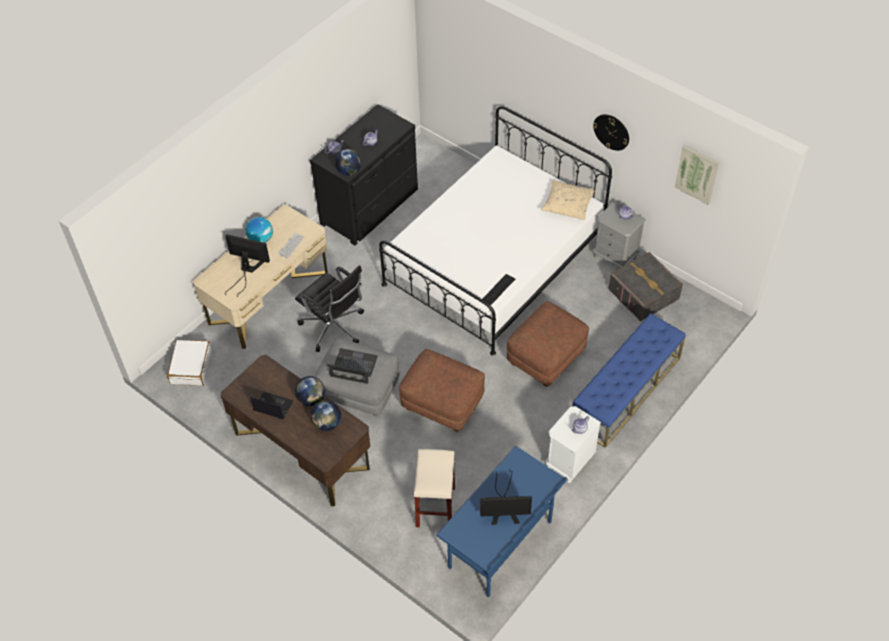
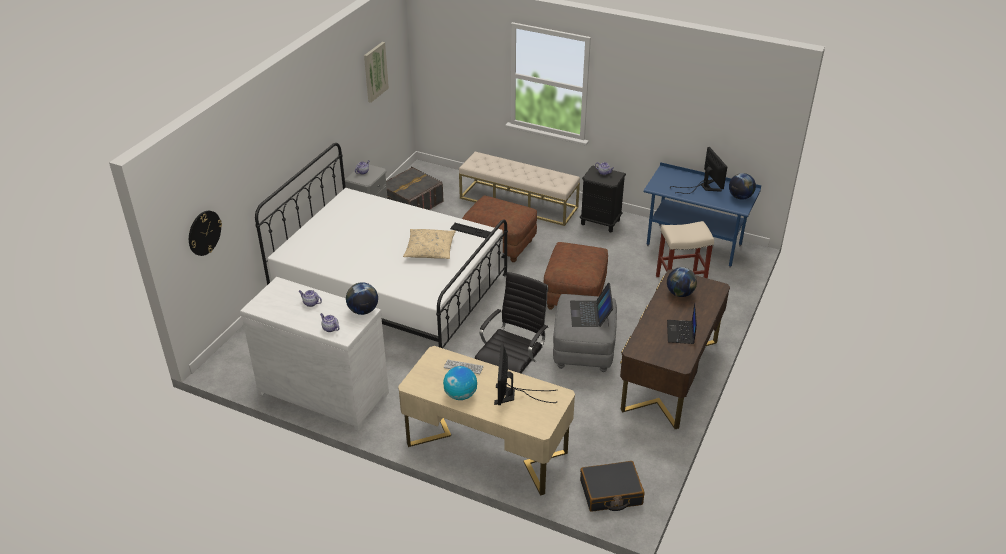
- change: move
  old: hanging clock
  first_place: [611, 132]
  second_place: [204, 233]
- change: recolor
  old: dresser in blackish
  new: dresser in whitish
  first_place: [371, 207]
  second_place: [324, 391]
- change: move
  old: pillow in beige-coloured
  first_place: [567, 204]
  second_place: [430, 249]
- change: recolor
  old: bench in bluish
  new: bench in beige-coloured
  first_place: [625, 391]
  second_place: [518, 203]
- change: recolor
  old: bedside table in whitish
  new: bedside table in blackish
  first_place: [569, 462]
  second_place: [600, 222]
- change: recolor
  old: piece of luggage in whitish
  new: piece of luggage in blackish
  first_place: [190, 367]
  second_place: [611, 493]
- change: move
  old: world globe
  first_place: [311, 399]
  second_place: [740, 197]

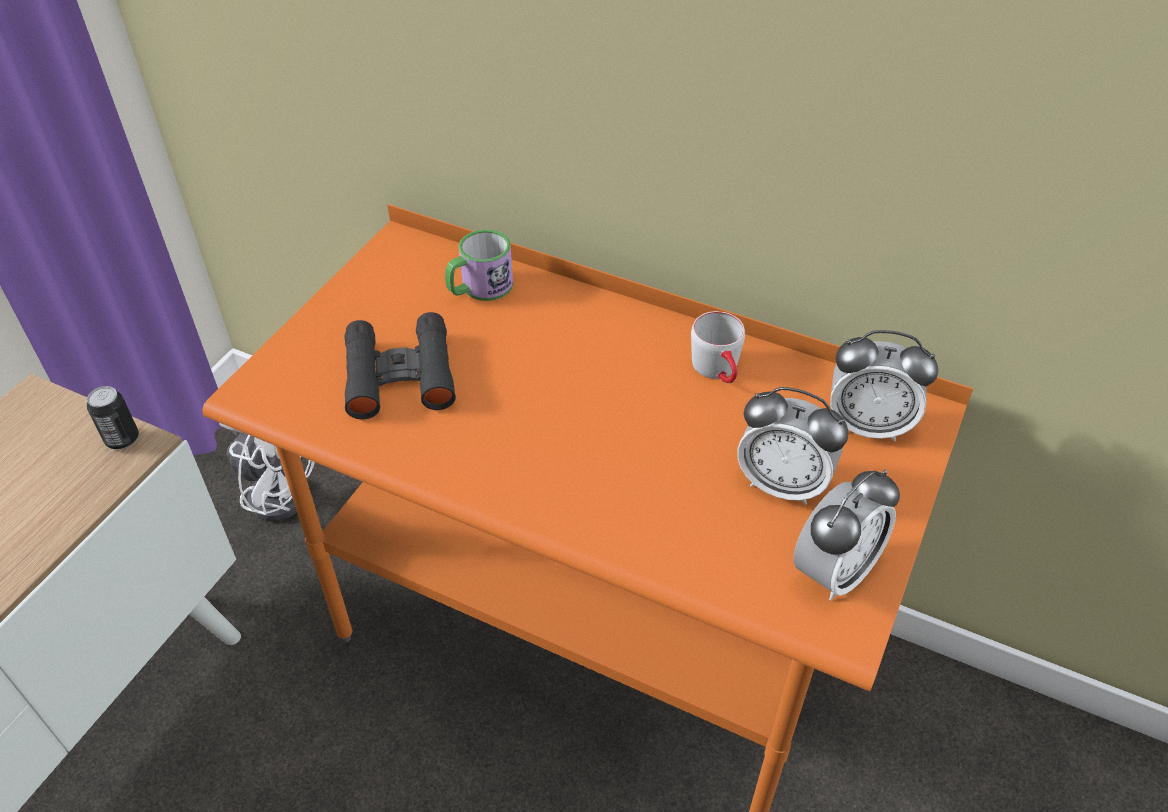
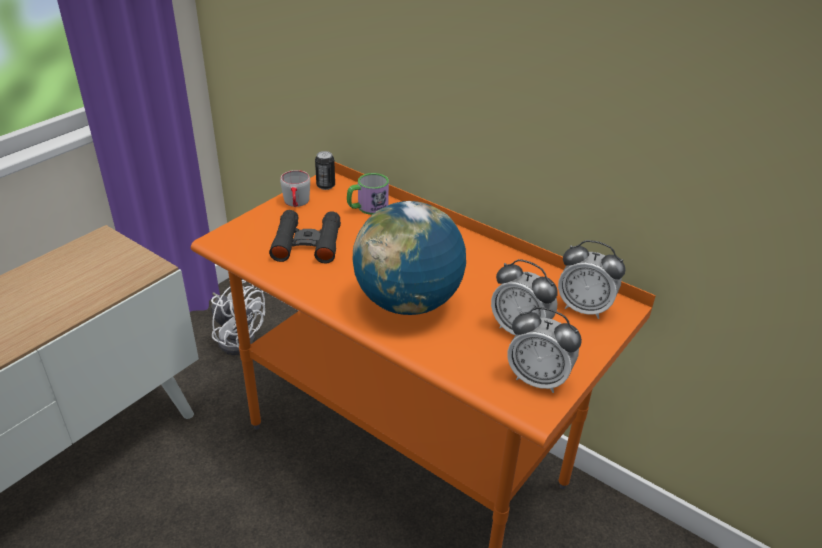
- change: move
  old: coffee mug in greyish
  first_place: [719, 371]
  second_place: [296, 203]
- change: move
  old: sealed can
  first_place: [122, 439]
  second_place: [325, 186]
- change: insert
  new: world globe
  second_place: [408, 303]
- change: rotate
  old: alarm clock
  first_place: [834, 571]
  second_place: [538, 379]
  degrees: 60

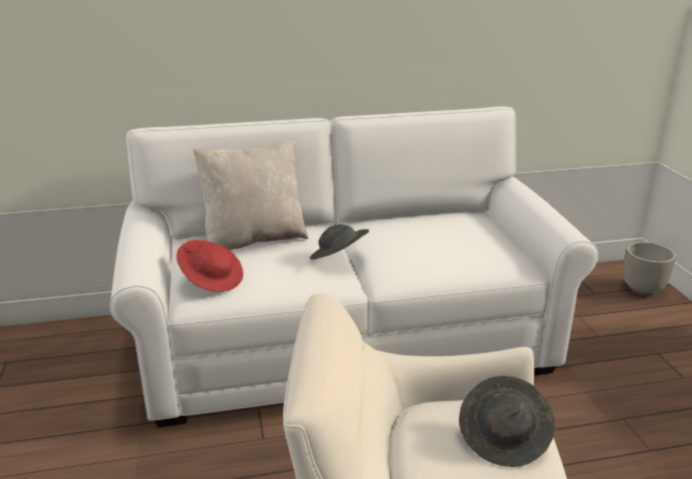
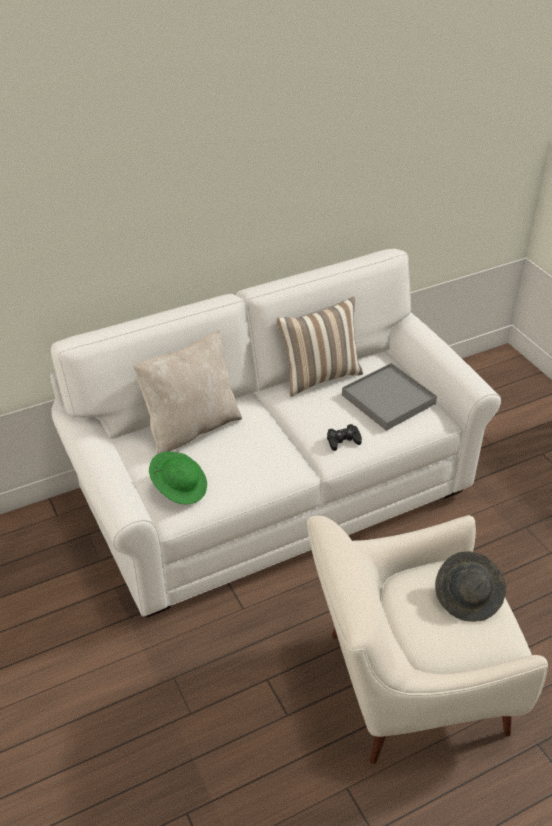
- change: recolor
  old: clothing hat in reddish
  new: clothing hat in greenish
  first_place: [212, 279]
  second_place: [179, 487]
- change: insert
  new: pillow
  second_place: [319, 376]
- change: insert
  new: joypad in blackish
  second_place: [343, 440]
- change: insert
  new: carrying tray in greyish
  second_place: [388, 399]
- change: delete
  old: clothing hat in greyish
  first_place: [339, 258]
- change: delete
  old: plant pot
  first_place: [642, 289]

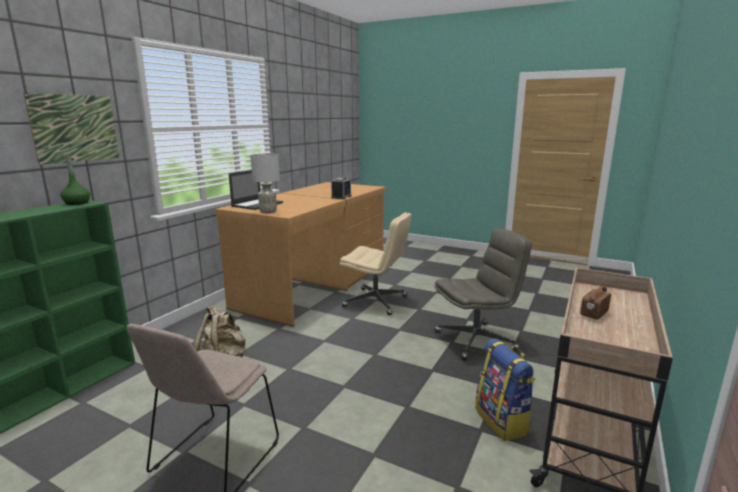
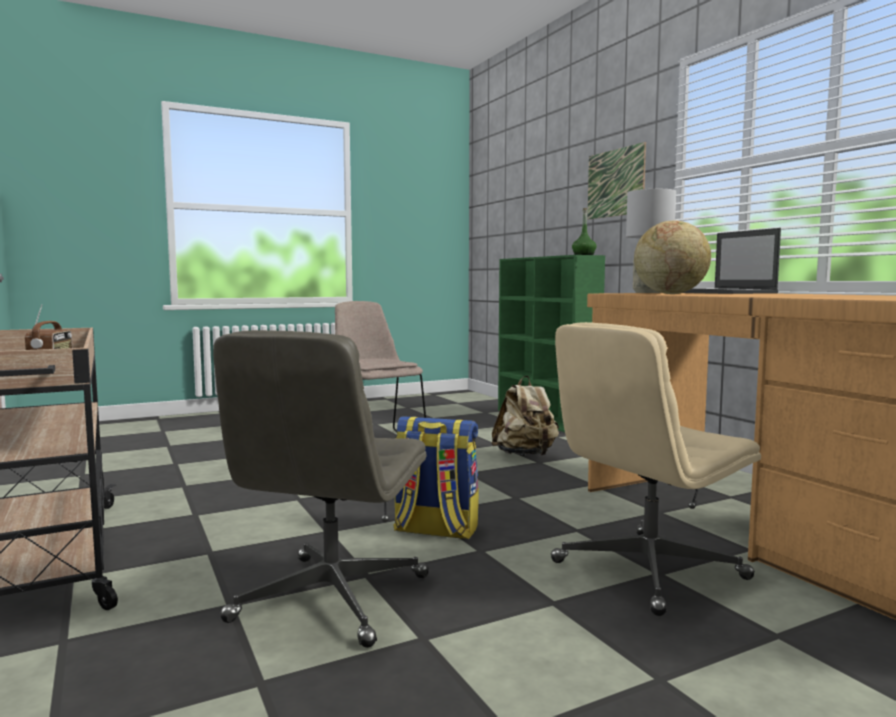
- change: move
  old: rucksack
  first_place: [502, 421]
  second_place: [435, 530]
- change: insert
  new: world globe
  second_place: [670, 294]
- change: delete
  old: alarm clock
  first_place: [341, 197]

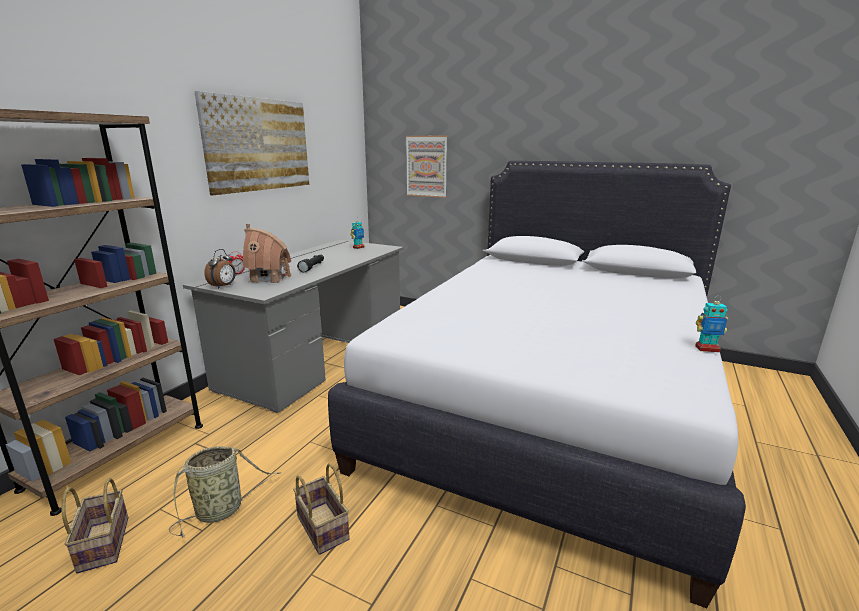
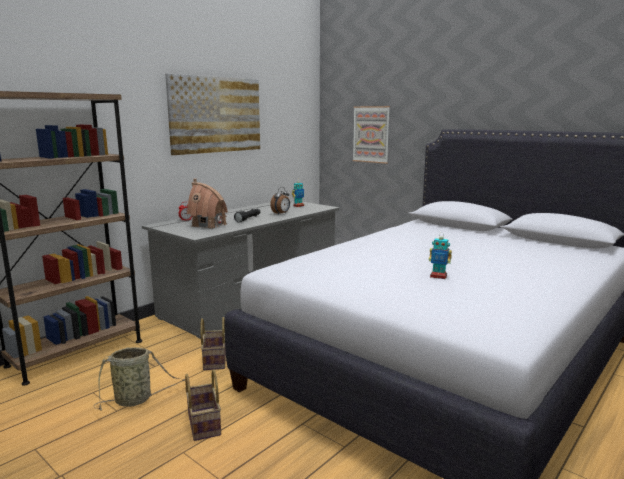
- change: move
  old: household basket
  first_place: [102, 543]
  second_place: [214, 359]
- change: move
  old: alarm clock
  first_place: [223, 286]
  second_place: [281, 214]
- change: move
  old: robot figure
  first_place: [706, 349]
  second_place: [438, 276]

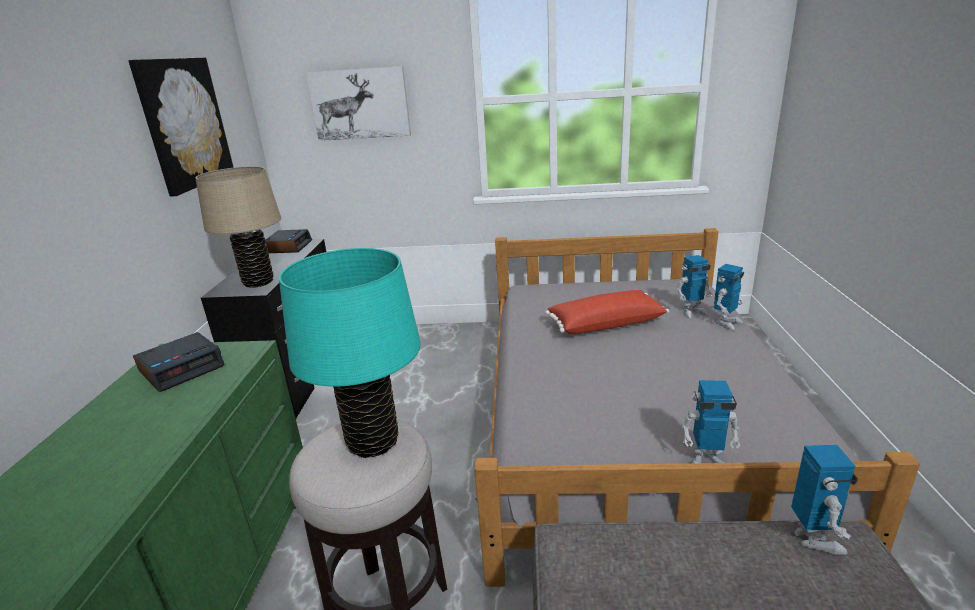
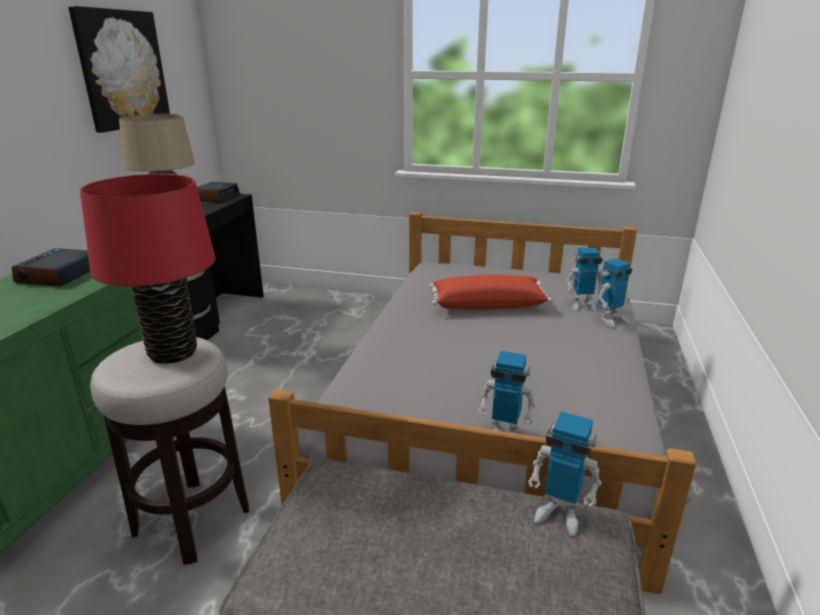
- change: rotate
  old: alarm clock
  first_place: [182, 368]
  second_place: [58, 275]
  degrees: 135
- change: recolor
  old: tabletop lamp in blue-green
  new: tabletop lamp in reddish
  first_place: [373, 442]
  second_place: [173, 353]
- change: rotate
  old: robot figure
  first_place: [814, 538]
  second_place: [559, 514]
  degrees: 105
- change: delete
  old: wall picture
  first_place: [360, 104]

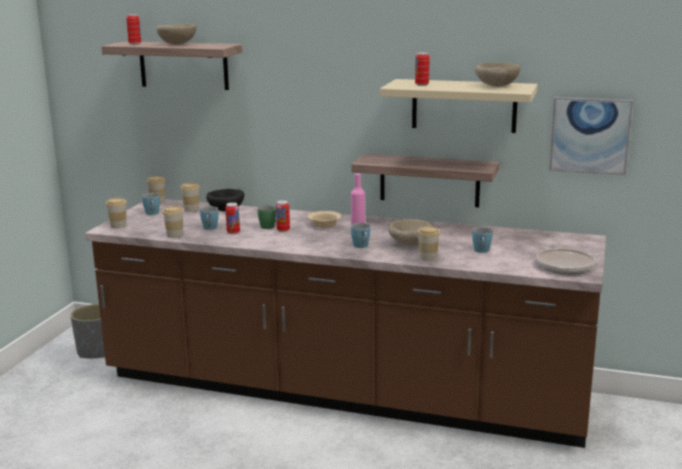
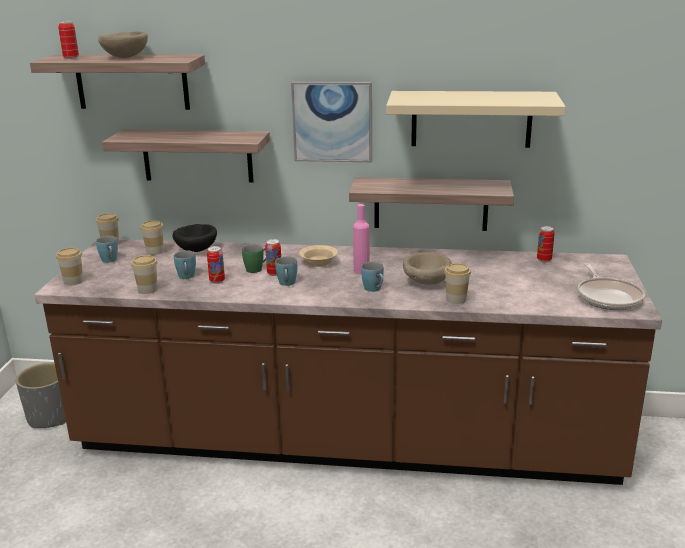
- change: insert
  new: bracket shelf
  second_place: [197, 155]
- change: move
  old: coffee mug in bluish
  first_place: [481, 251]
  second_place: [287, 284]
- change: move
  old: wall picture
  first_place: [590, 135]
  second_place: [332, 121]
- change: move
  old: sealed can
  first_place: [422, 85]
  second_place: [544, 260]
- change: delete
  old: bowl in beige-coloured
  first_place: [495, 86]

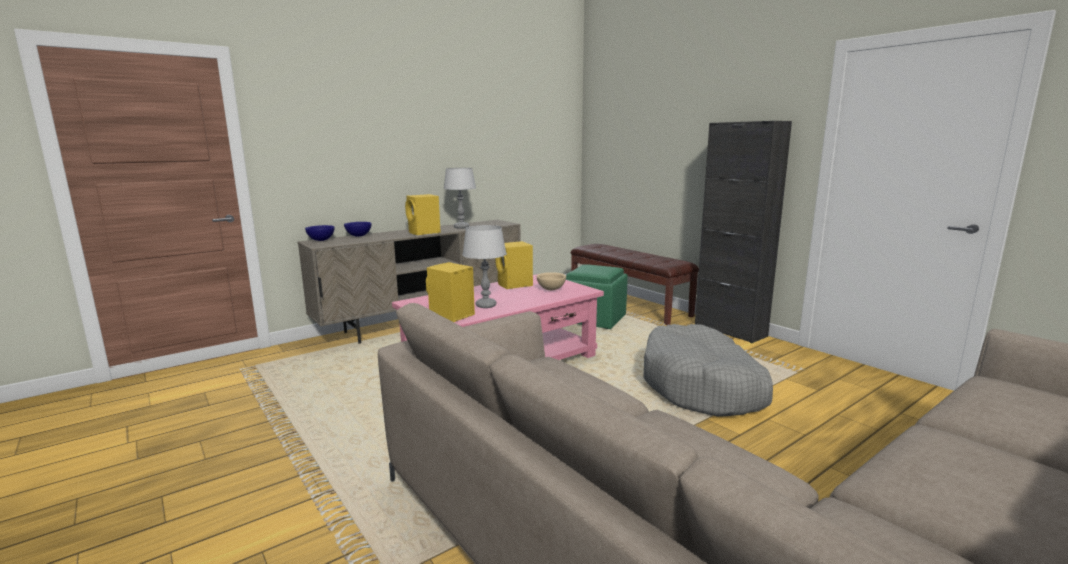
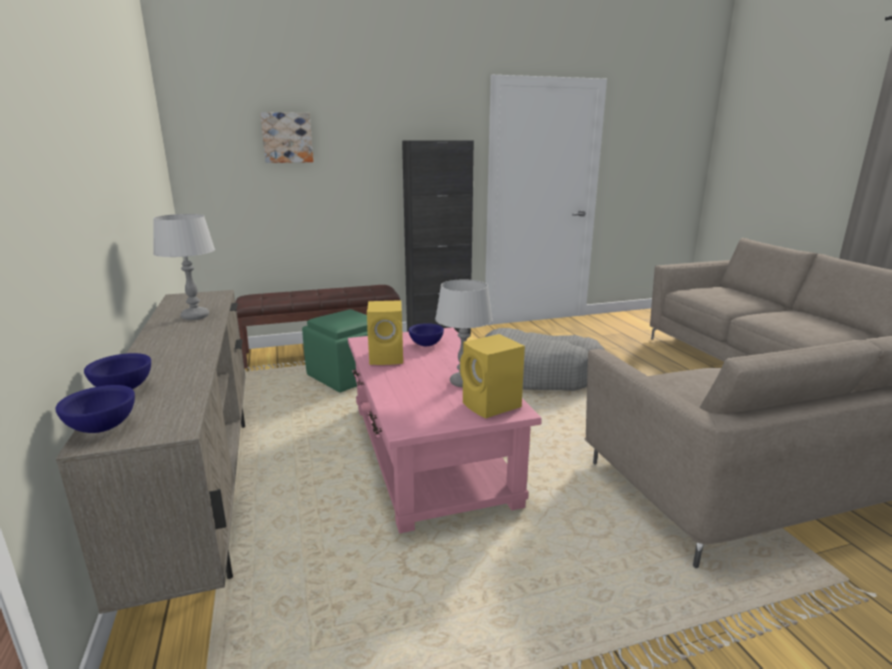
- change: insert
  new: wall picture
  second_place: [287, 137]
- change: recolor
  old: bowl in beige-coloured
  new: bowl in bluish
  first_place: [551, 289]
  second_place: [426, 344]
- change: delete
  old: loudspeaker in yellow-coloured
  first_place: [424, 233]

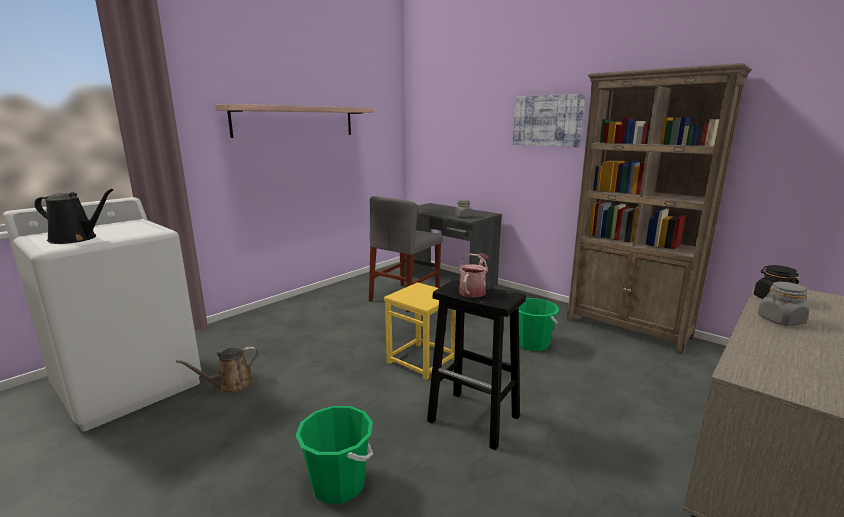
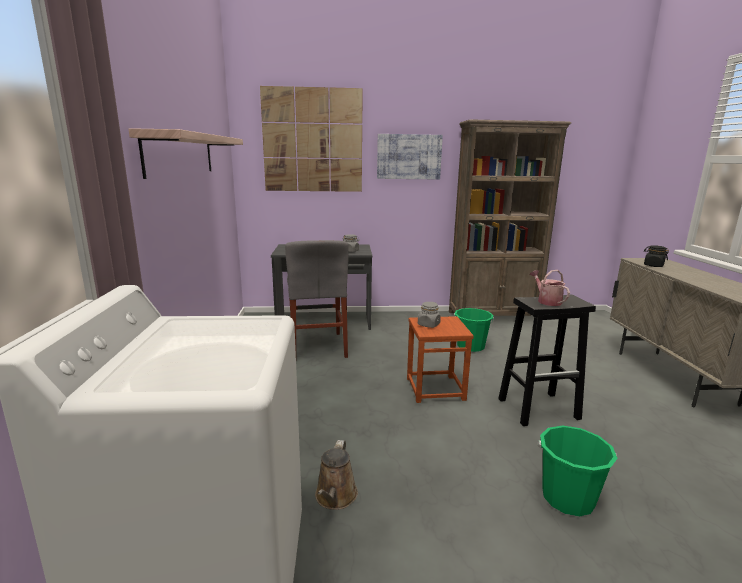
- change: insert
  new: wall picture
  second_place: [312, 140]
- change: recolor
  old: stool in yellow-coloured
  new: stool in brownish
  first_place: [422, 360]
  second_place: [435, 388]
- change: move
  old: preserve jar in greyish
  first_place: [780, 320]
  second_place: [428, 325]
- change: delete
  old: sprinkling can in blackish
  first_place: [76, 239]

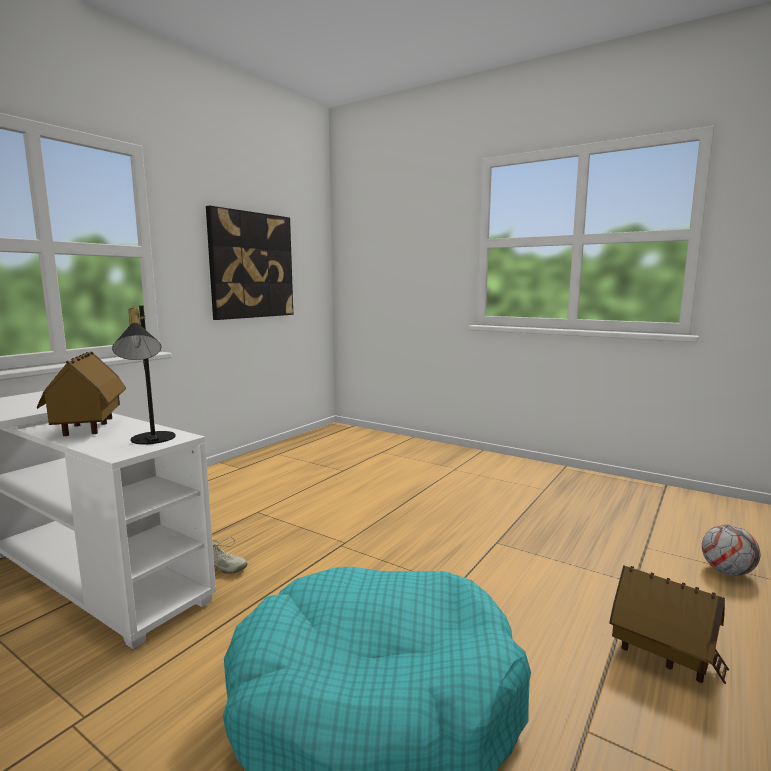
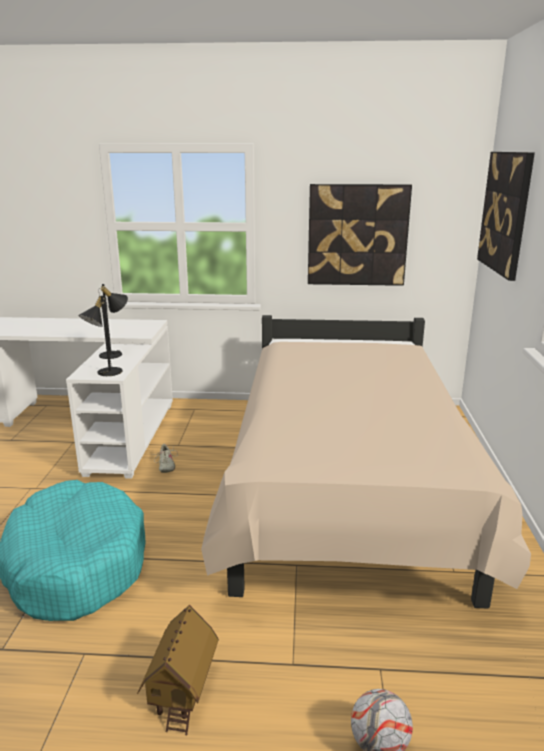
- change: replace
  old: model house
  new: tabletop lamp in blackish
  first_place: [88, 428]
  second_place: [115, 354]
- change: insert
  new: sleeping bed in beige-coloured
  second_place: [345, 489]
- change: insert
  new: wall picture
  second_place: [505, 212]

